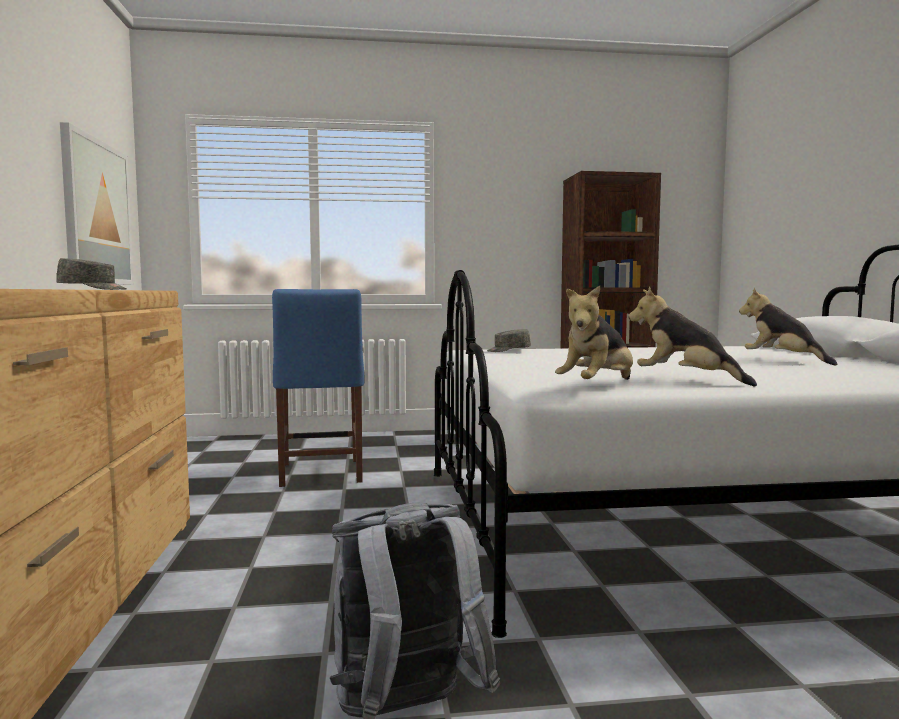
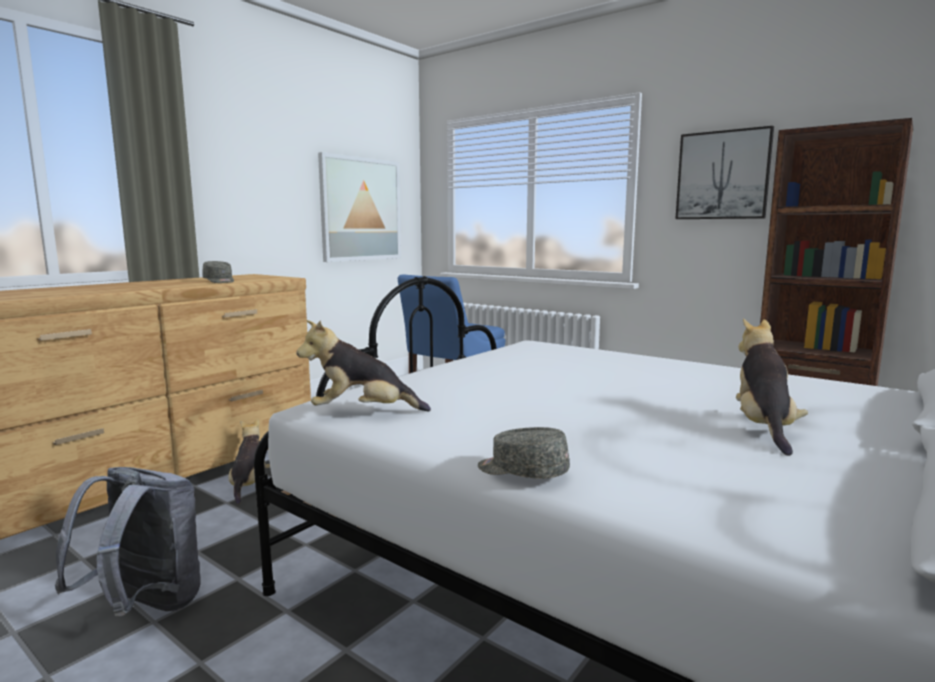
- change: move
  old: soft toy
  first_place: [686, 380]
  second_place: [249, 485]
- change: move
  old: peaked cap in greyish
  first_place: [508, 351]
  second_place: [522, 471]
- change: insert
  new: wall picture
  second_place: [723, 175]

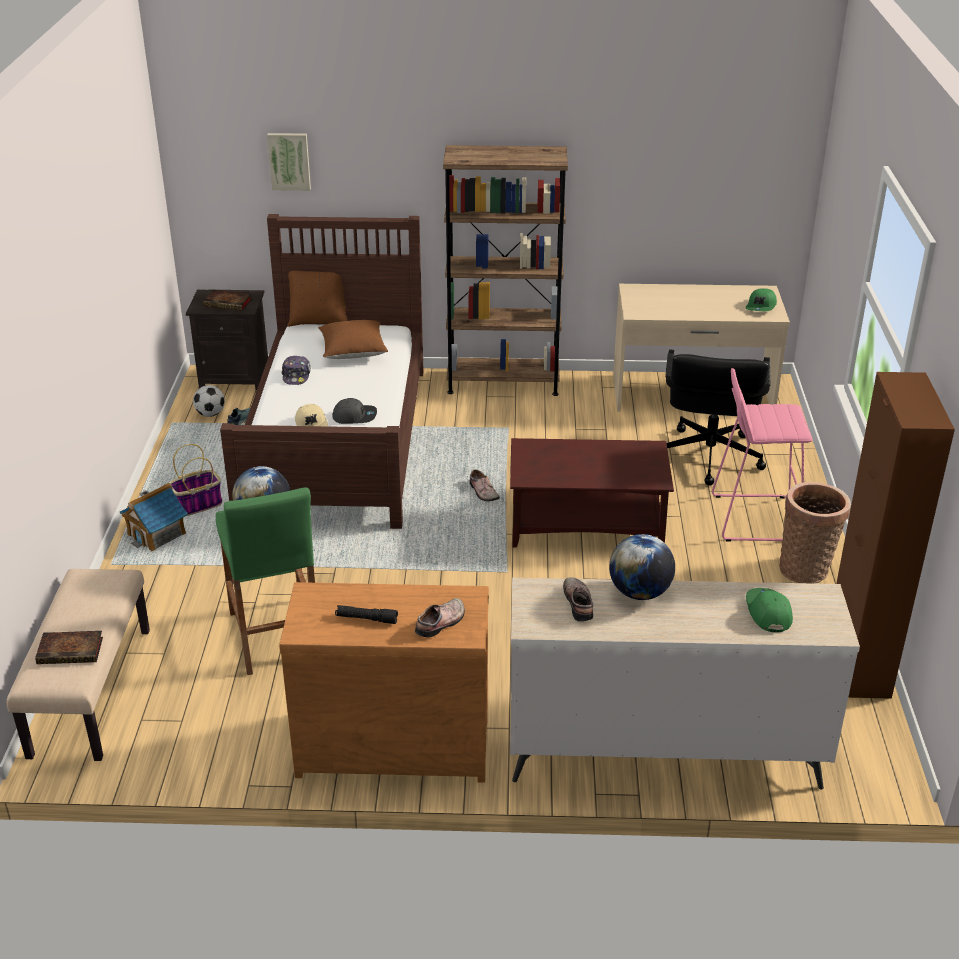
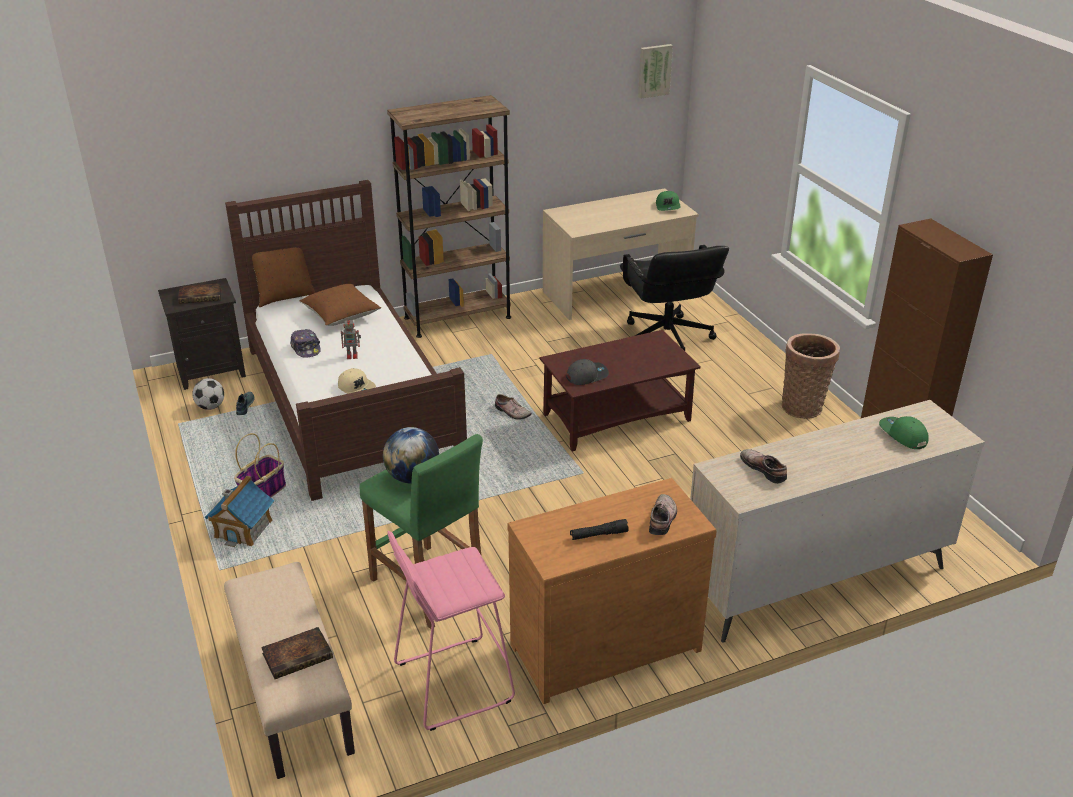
- change: insert
  new: robot figure
  second_place: [353, 355]
- change: move
  old: stool in pink
  first_place: [755, 517]
  second_place: [453, 682]
- change: move
  old: peaked cap in greyish
  first_place: [355, 416]
  second_place: [587, 375]
- change: move
  old: wall picture
  first_place: [289, 161]
  second_place: [654, 70]
- change: delete
  old: world globe
  first_place: [639, 593]

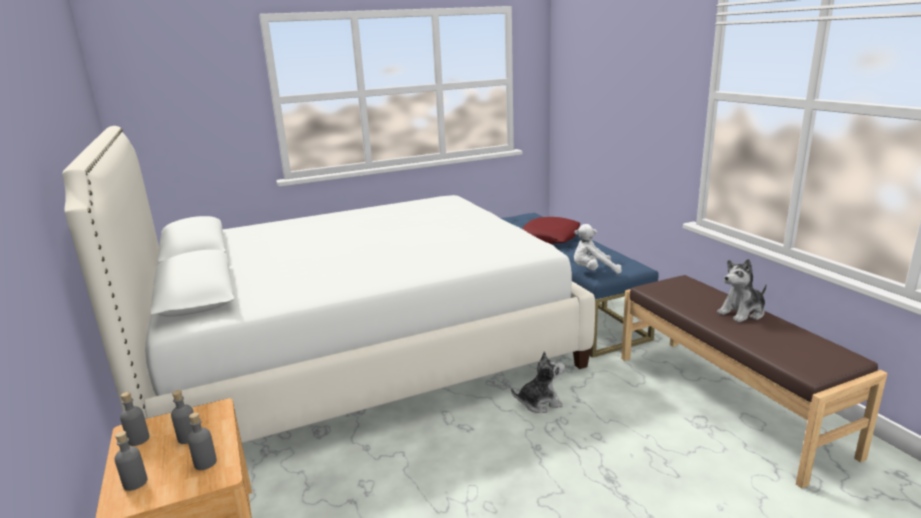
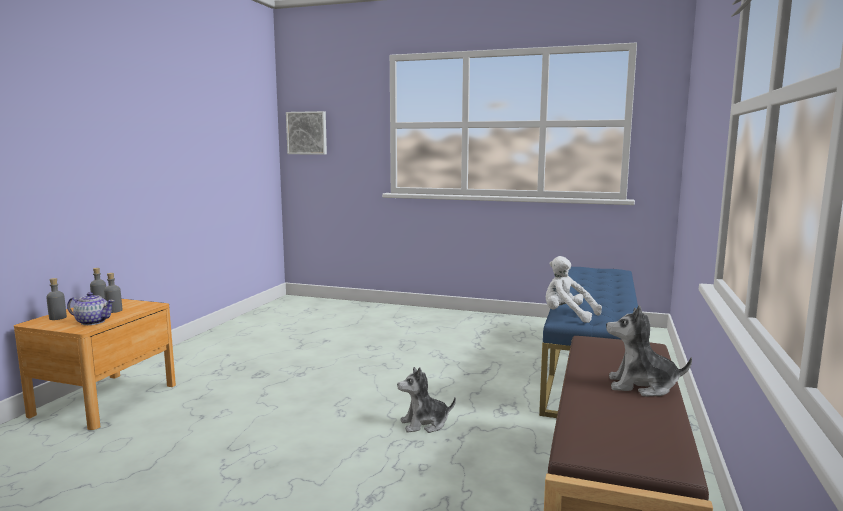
- change: replace
  old: drink bottle in greyish
  new: teapot
  first_place: [205, 463]
  second_place: [93, 322]
- change: insert
  new: wall picture
  second_place: [307, 133]
- change: rotate
  old: soft toy
  first_place: [539, 403]
  second_place: [424, 424]
  degrees: 135
- change: delete
  old: sleeping bed in whitish
  first_place: [357, 352]
- change: delete
  old: pillow in reddish
  first_place: [550, 237]

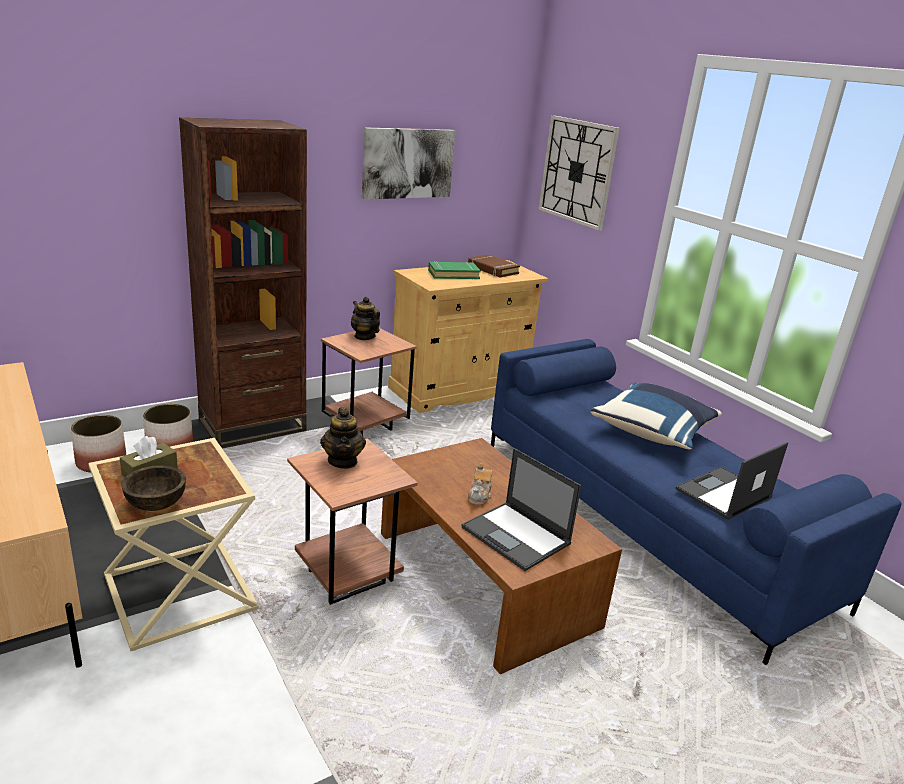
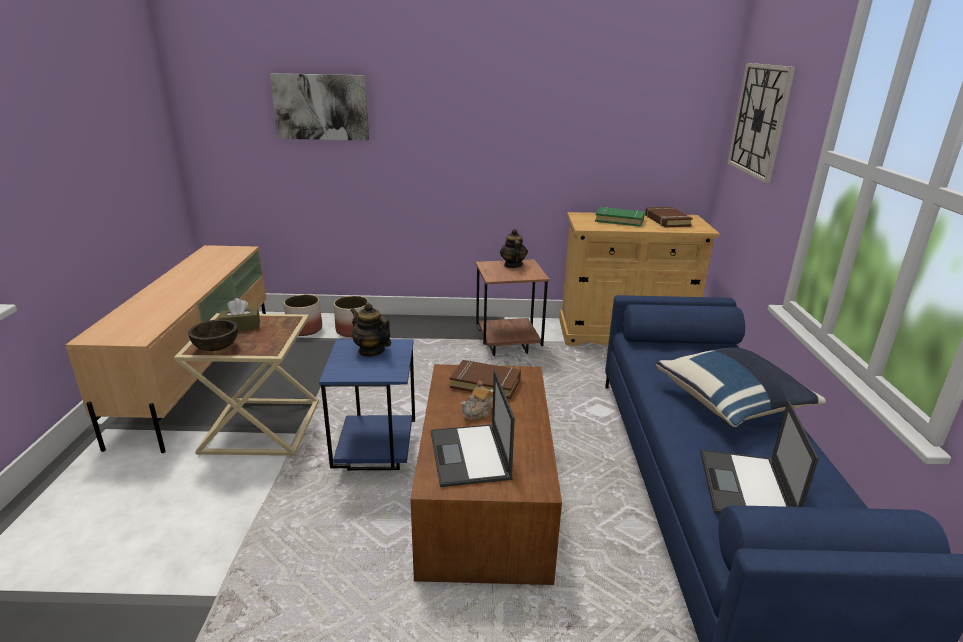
- change: move
  old: wall picture
  first_place: [407, 163]
  second_place: [321, 107]
- change: recolor
  old: accent table in brownish
  new: accent table in bluish
  first_place: [345, 579]
  second_place: [374, 456]
- change: rotate
  old: teapot
  first_place: [343, 461]
  second_place: [371, 351]
  degrees: 105
- change: insert
  new: book in brownish
  second_place: [485, 383]
- change: rotate
  old: laptop
  first_place: [723, 494]
  second_place: [746, 487]
  degrees: -75
- change: delete
  old: shelving unit in brownish
  first_place: [252, 425]

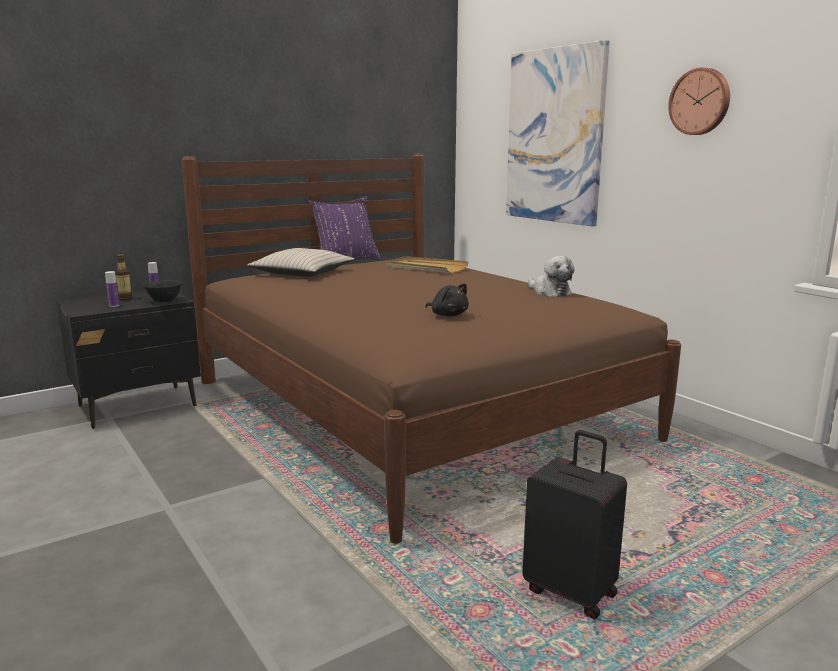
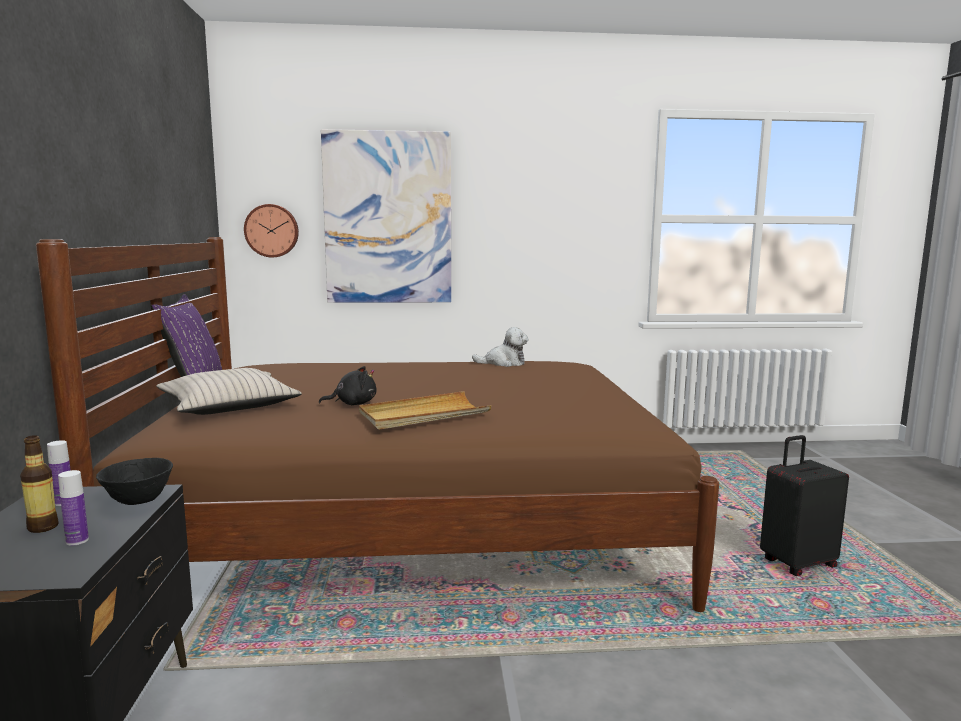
- change: move
  old: hanging clock
  first_place: [700, 101]
  second_place: [272, 230]
- change: move
  old: soft toy in blackish
  first_place: [448, 315]
  second_place: [353, 404]
- change: move
  old: carrying tray in beige-coloured
  first_place: [426, 268]
  second_place: [423, 415]

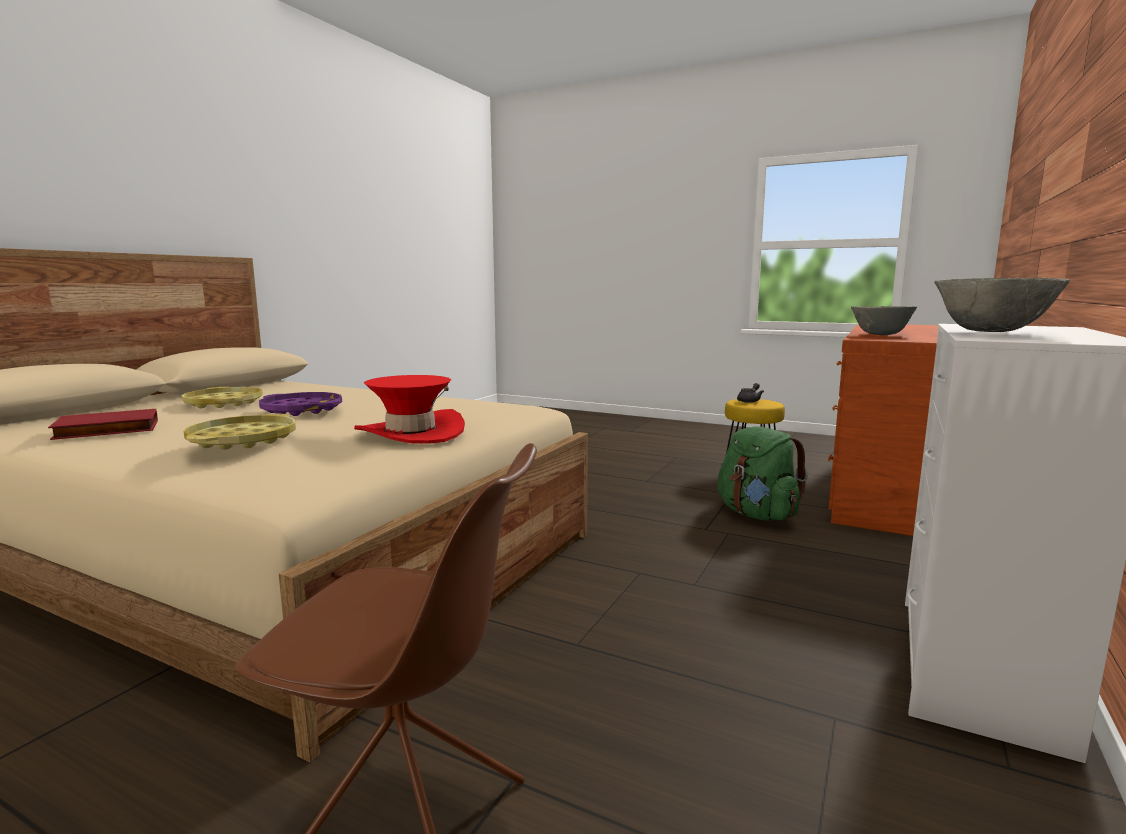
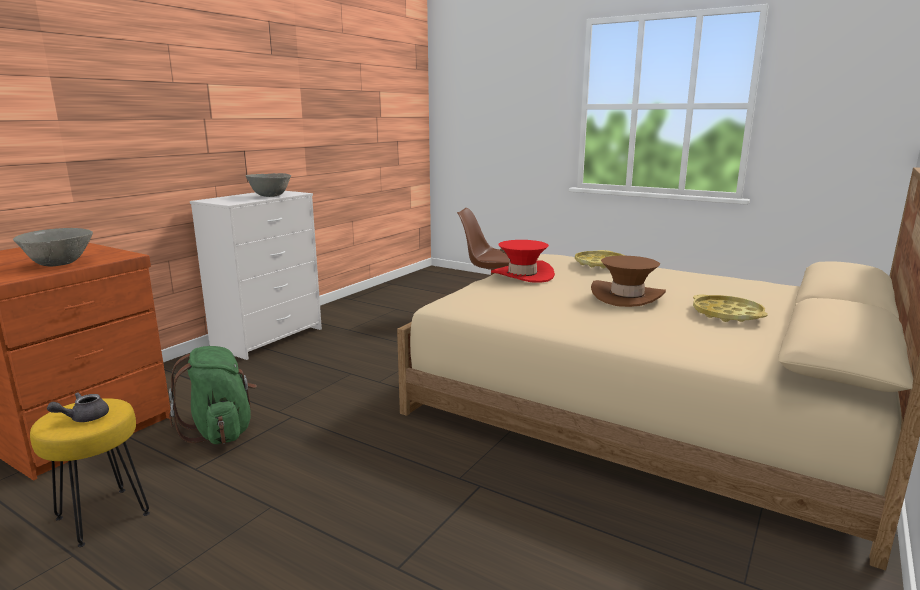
- change: replace
  old: carrying tray in purple-coloured
  new: clothing hat in brownish
  first_place: [302, 410]
  second_place: [627, 296]
- change: delete
  old: book in reddish
  first_place: [106, 430]

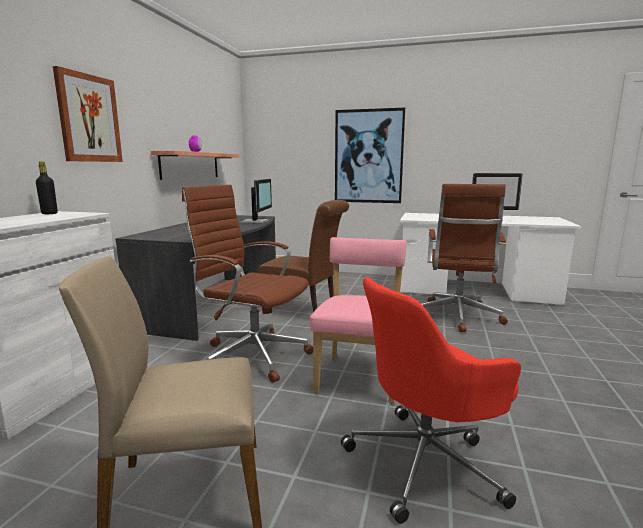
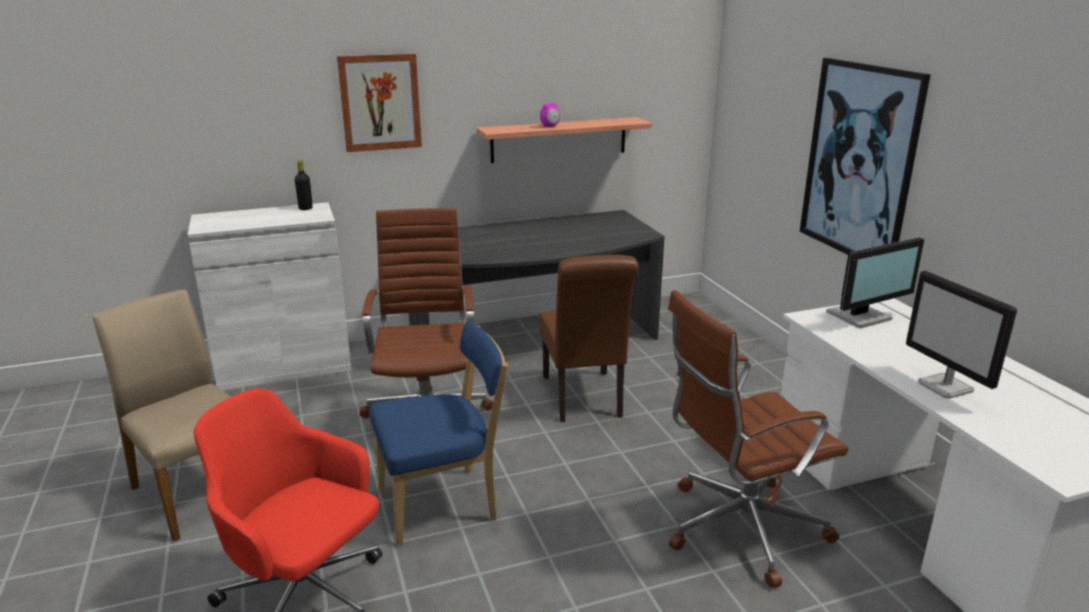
- change: recolor
  old: plain chair in pink
  new: plain chair in bluish
  first_place: [360, 376]
  second_place: [443, 503]
- change: move
  old: computer screen
  first_place: [256, 221]
  second_place: [861, 316]

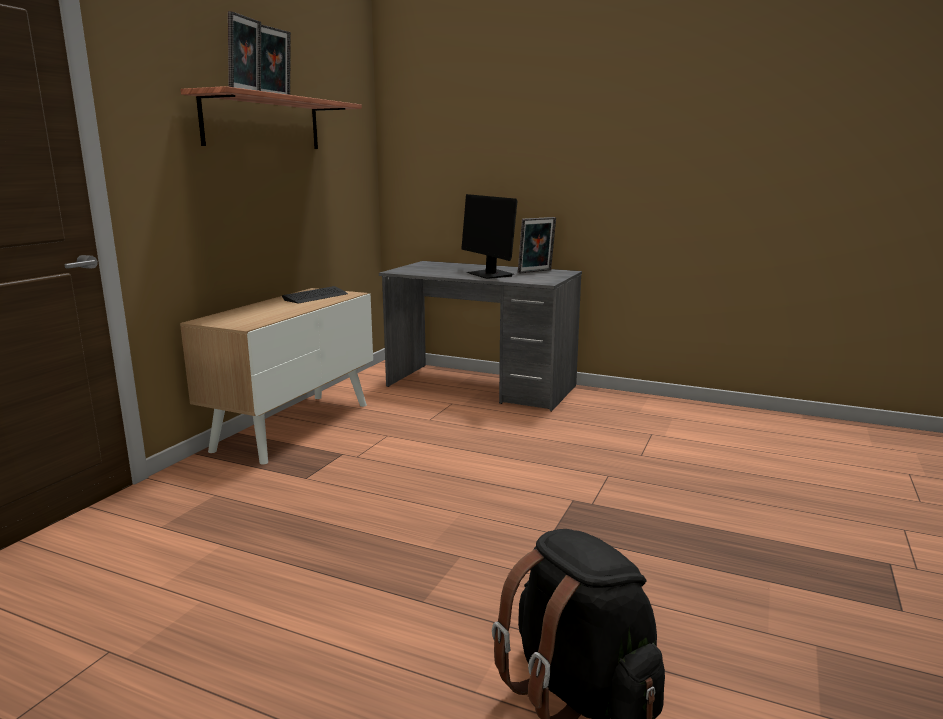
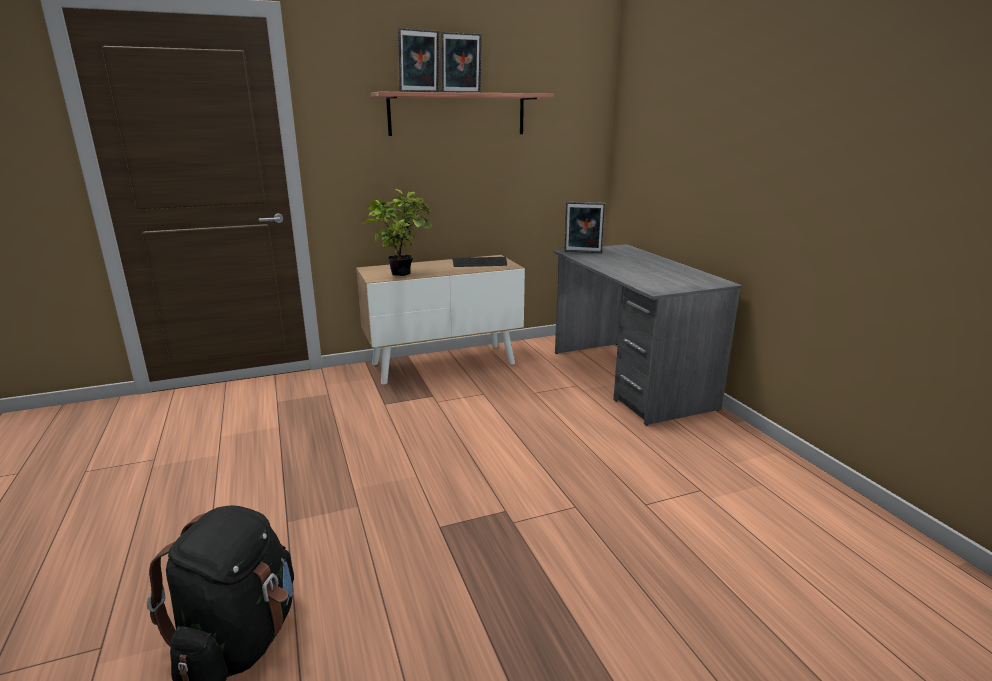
- change: insert
  new: potted plant
  second_place: [402, 273]
- change: move
  old: standing frame
  first_place: [536, 271]
  second_place: [582, 252]
- change: delete
  old: computer screen
  first_place: [490, 275]

